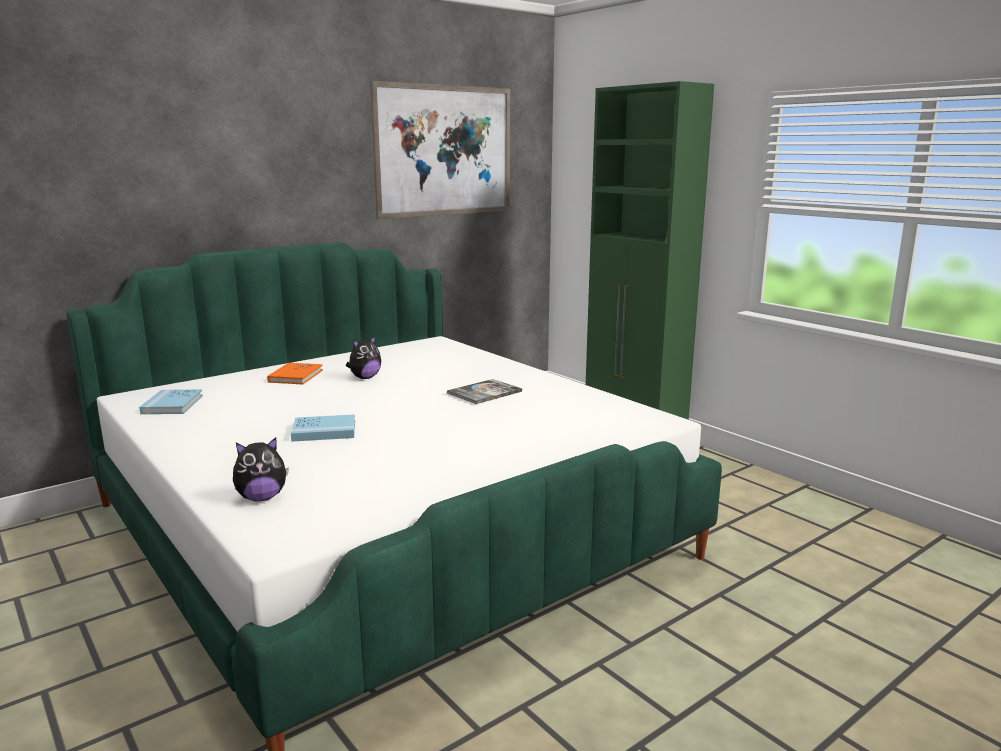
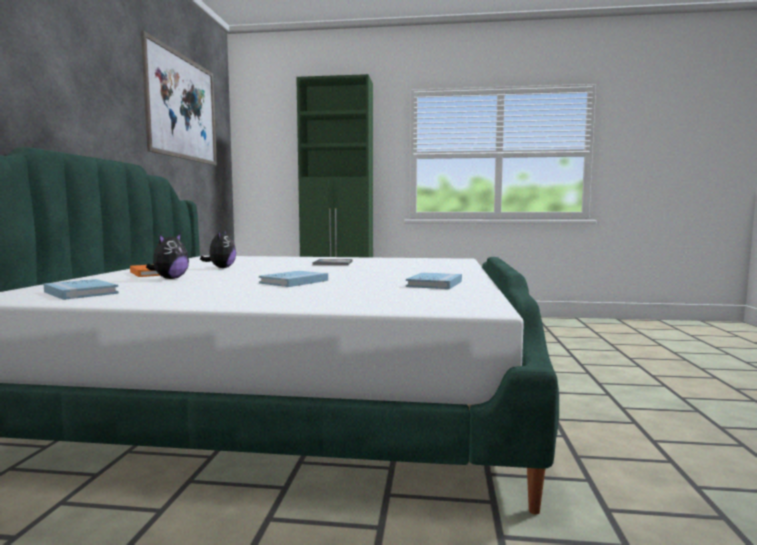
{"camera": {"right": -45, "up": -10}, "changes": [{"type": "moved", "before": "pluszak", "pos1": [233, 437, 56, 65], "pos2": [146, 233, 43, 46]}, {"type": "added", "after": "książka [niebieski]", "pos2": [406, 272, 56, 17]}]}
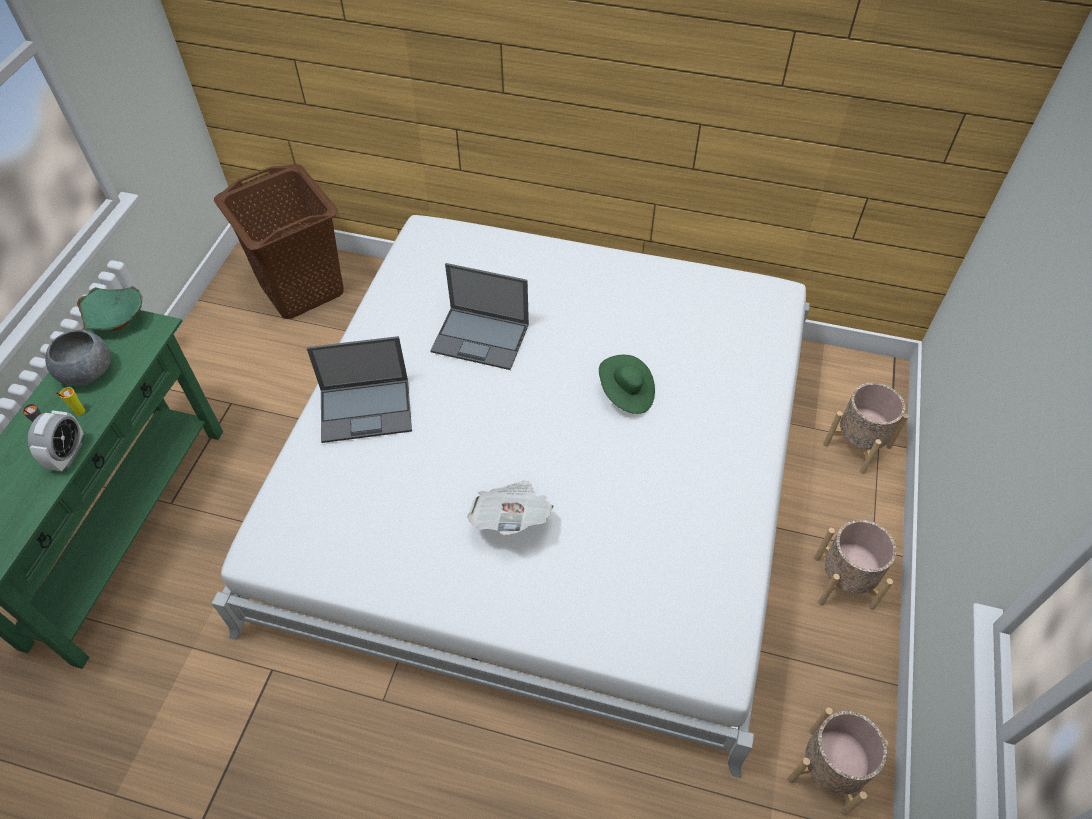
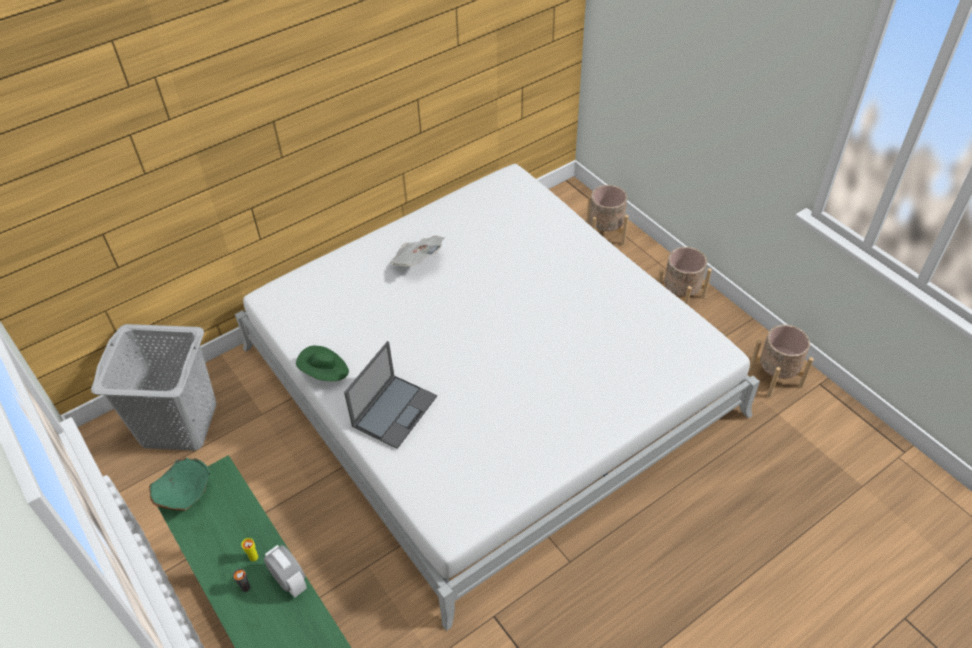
{"camera": {"right": -50, "up": -5}, "changes": [{"type": "recoloured", "before": "kosz na pranie [brązowy]", "after": "kosz na pranie [szary]", "pos1": [214, 164, 130, 155], "pos2": [91, 324, 126, 127]}, {"type": "moved", "before": "kapelusz [zielony]", "pos1": [599, 355, 56, 59], "pos2": [296, 346, 53, 35]}, {"type": "moved", "before": "gazeta", "pos1": [467, 480, 87, 55], "pos2": [389, 236, 56, 31]}, {"type": "removed", "before": "miska [szary]", "pos1": [45, 330, 66, 56]}, {"type": "removed", "before": "laptop", "pos1": [430, 263, 99, 107]}]}
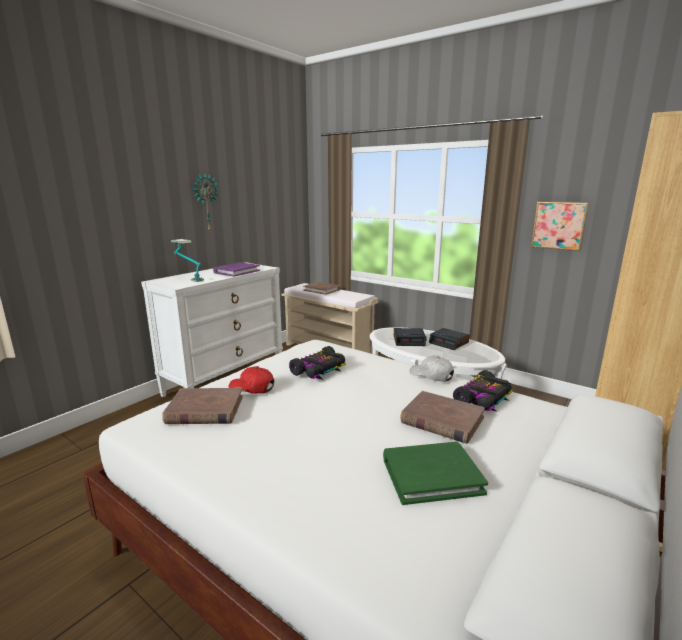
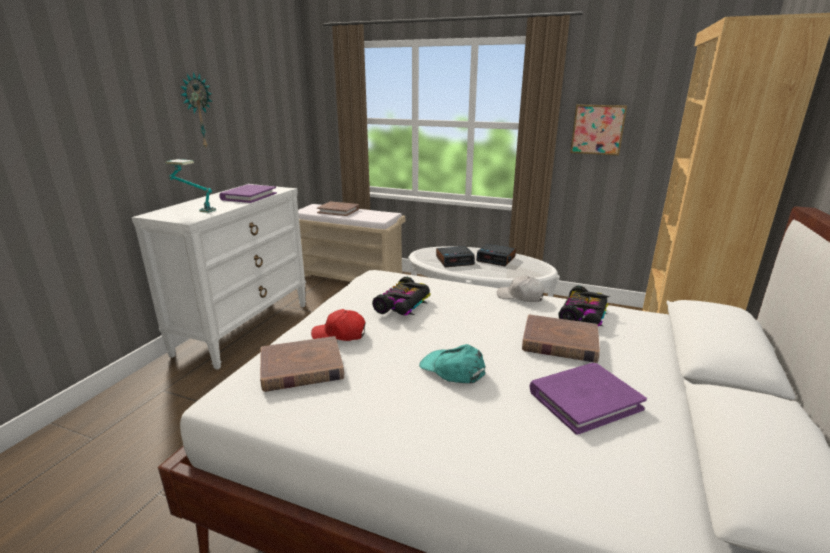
{"camera": {"right": -15, "up": 5}, "changes": [{"type": "added", "after": "czapka z daszkiem [turkusowy]", "pos2": [419, 344, 66, 39]}, {"type": "recoloured", "before": "książka [zielony]", "after": "książka [fioletowy]", "pos1": [383, 442, 105, 63], "pos2": [529, 363, 118, 72]}]}
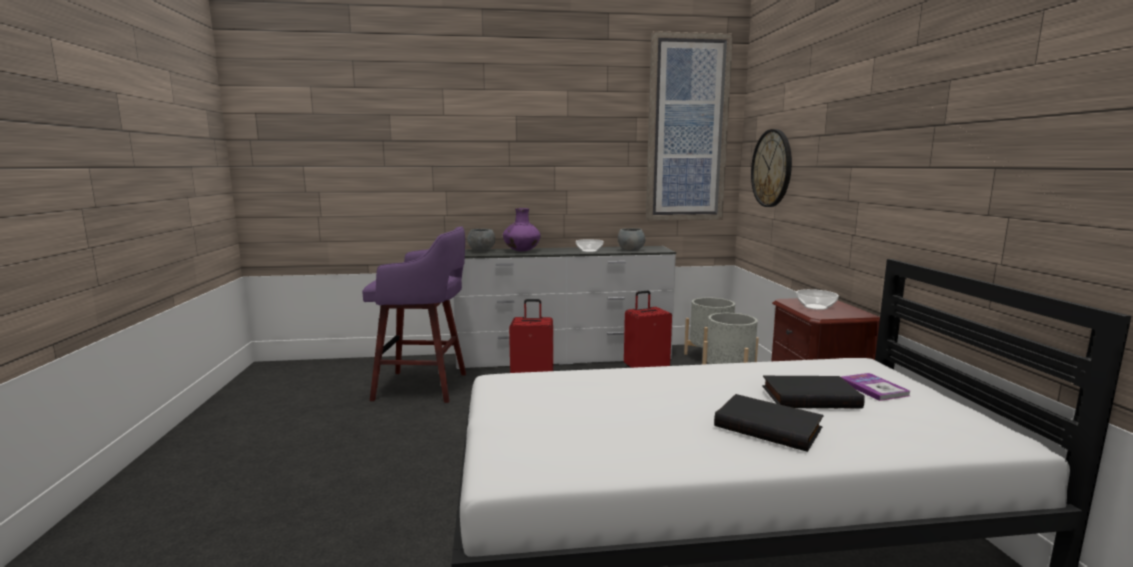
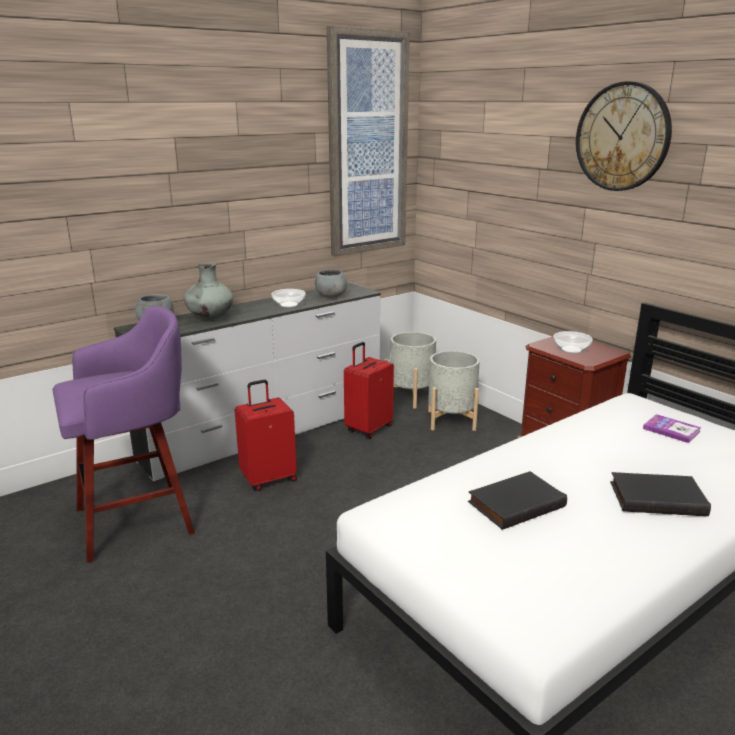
{"camera": {"right": -30, "up": 10}, "changes": [{"type": "recoloured", "before": "wazon [fioletowy]", "after": "wazon [szary]", "pos1": [503, 208, 38, 44], "pos2": [184, 262, 49, 57]}, {"type": "moved", "before": "książka [czarny]", "pos1": [762, 375, 103, 34], "pos2": [468, 471, 99, 59]}, {"type": "moved", "before": "zegar ścienny", "pos1": [751, 129, 41, 78], "pos2": [576, 81, 96, 110]}]}
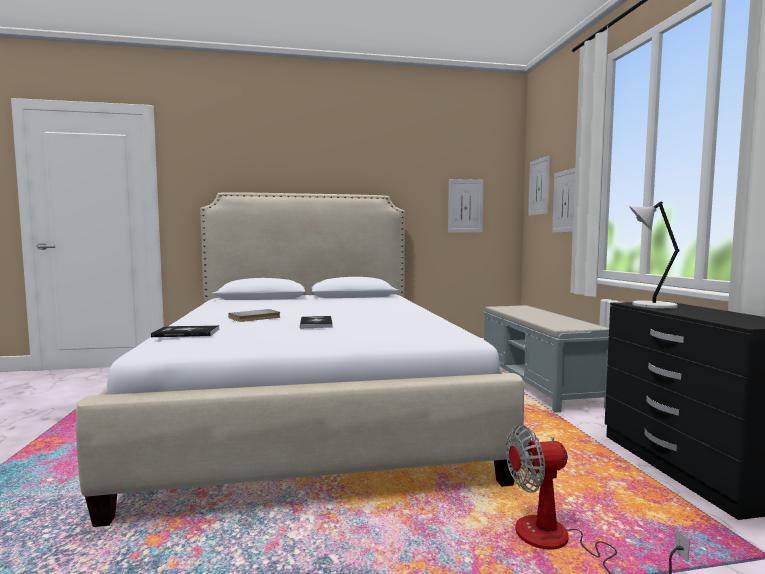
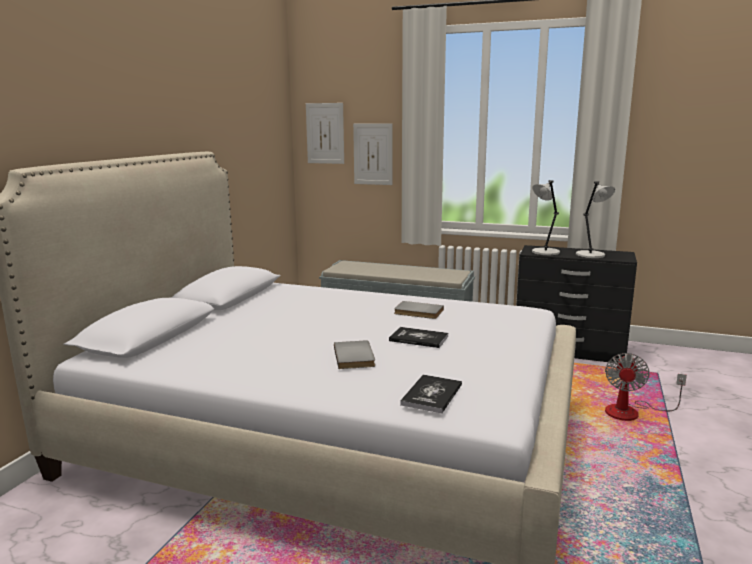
{"camera": {"right": -60, "up": 10}, "changes": [{"type": "added", "after": "książka [szary]", "pos2": [394, 301, 50, 18]}, {"type": "added", "after": "lampa stołowa [szary]", "pos2": [576, 181, 39, 77]}, {"type": "removed", "before": "obraz", "pos1": [448, 179, 36, 54]}]}
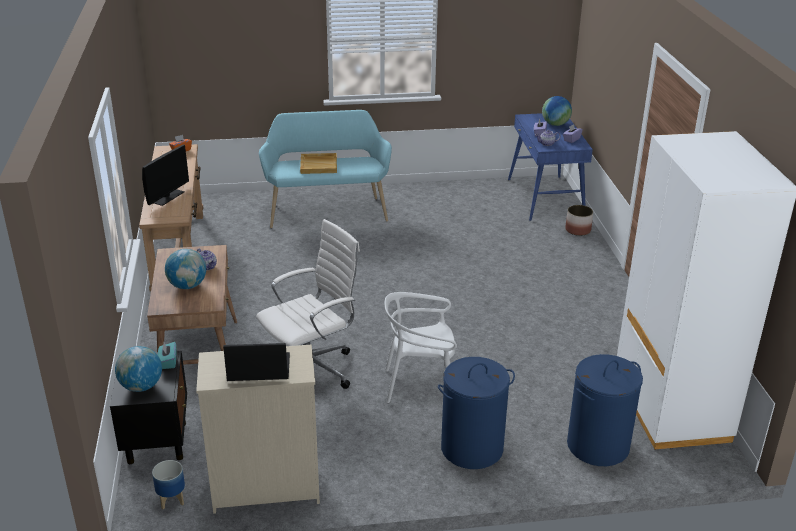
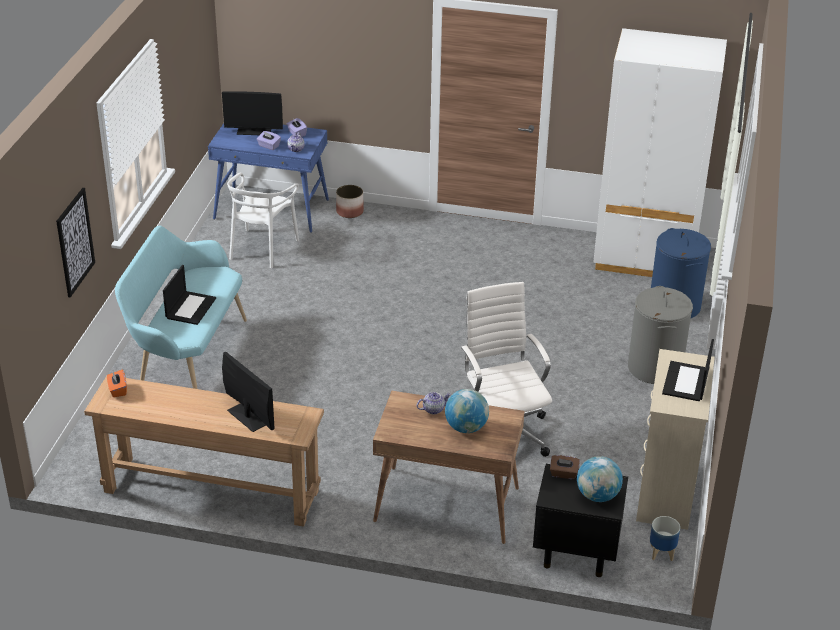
{"camera": {"right": -70, "up": 5}, "changes": [{"type": "added", "after": "obraz", "pos2": [56, 188, 39, 109]}, {"type": "replaced", "before": "taca [beżowy]", "after": "laptop", "pos1": [300, 153, 37, 21], "pos2": [163, 265, 53, 60]}, {"type": "replaced", "before": "globus", "after": "monitor", "pos1": [542, 96, 30, 30], "pos2": [222, 91, 61, 44]}, {"type": "moved", "before": "krzesło [biały]", "pos1": [385, 292, 72, 111], "pos2": [227, 173, 72, 95]}, {"type": "recoloured", "before": "pudełko chusteczek [turkusowy]", "after": "pudełko chusteczek [brązowy]", "pos1": [158, 342, 18, 27], "pos2": [550, 455, 30, 24]}, {"type": "recoloured", "before": "kosz na pranie [niebieski]", "after": "kosz na pranie [szary]", "pos1": [438, 357, 77, 112], "pos2": [628, 286, 65, 98]}]}
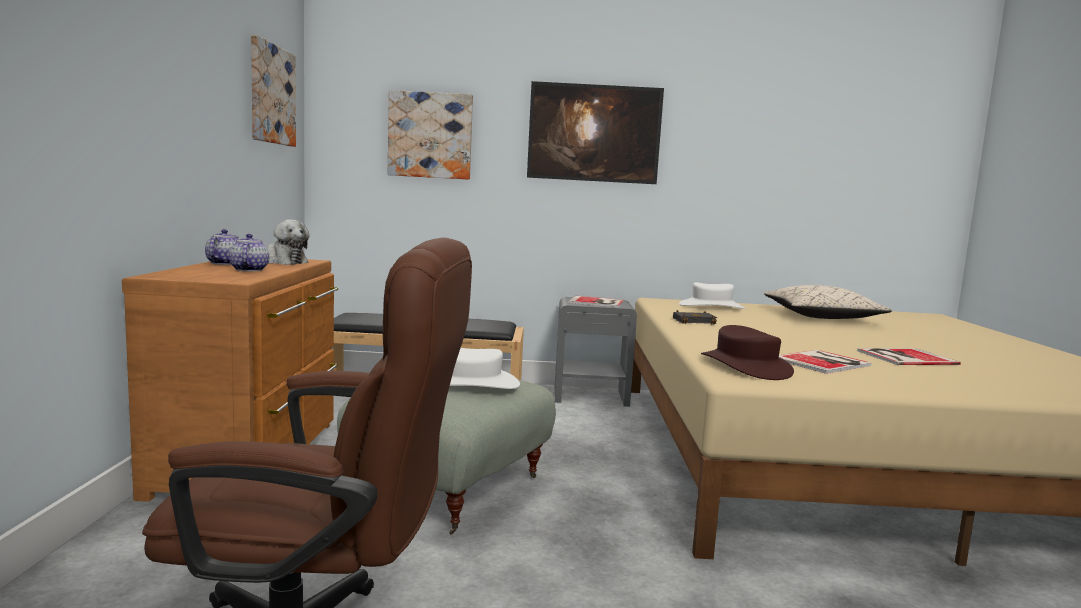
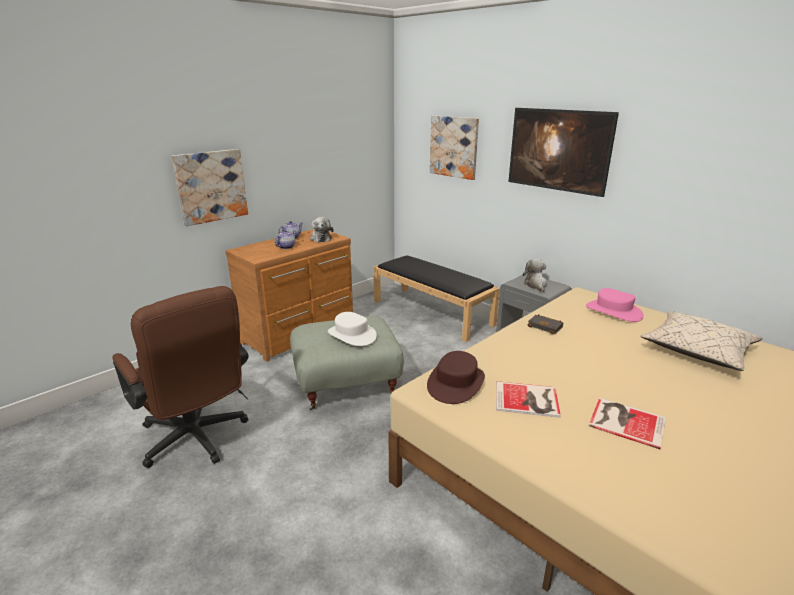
{"camera": {"right": 45, "up": 15}, "changes": [{"type": "moved", "before": "obraz", "pos1": [251, 35, 45, 112], "pos2": [172, 149, 76, 77]}, {"type": "replaced", "before": "książka", "after": "pluszak", "pos1": [569, 296, 55, 11], "pos2": [523, 259, 24, 33]}, {"type": "recoloured", "before": "kapelusz [biały]", "after": "kapelusz [różowy]", "pos1": [679, 282, 66, 27], "pos2": [586, 288, 58, 34]}]}
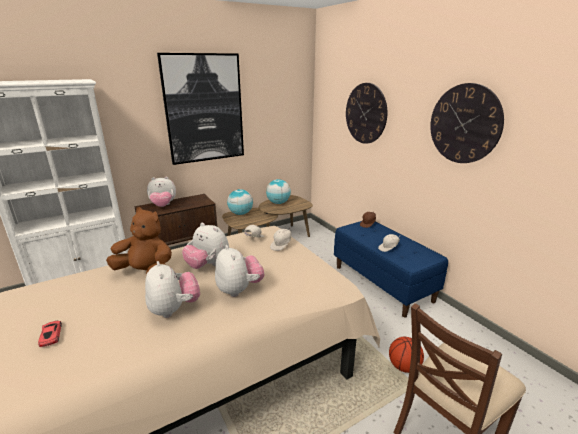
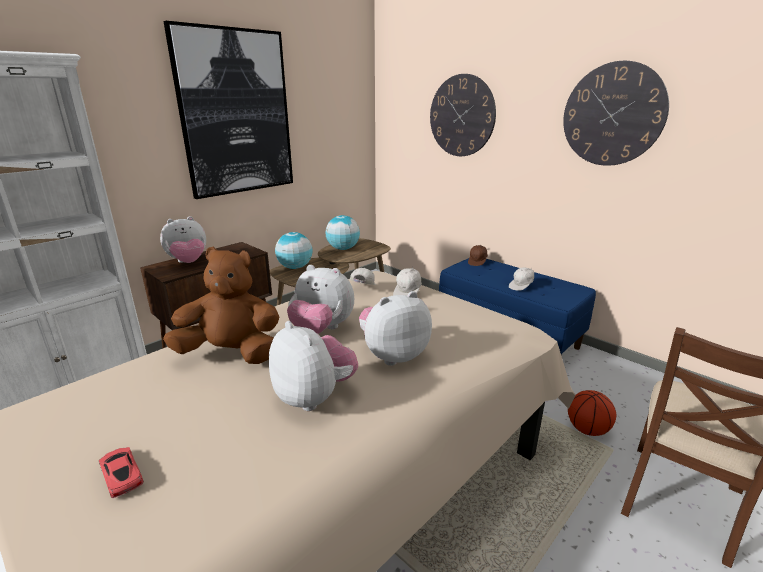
{"camera": {"right": -15, "up": 0}, "changes": [{"type": "turned", "before": "pluszak", "pos1": [215, 245, 50, 52], "pos2": [359, 291, 73, 75], "turn": -75}]}
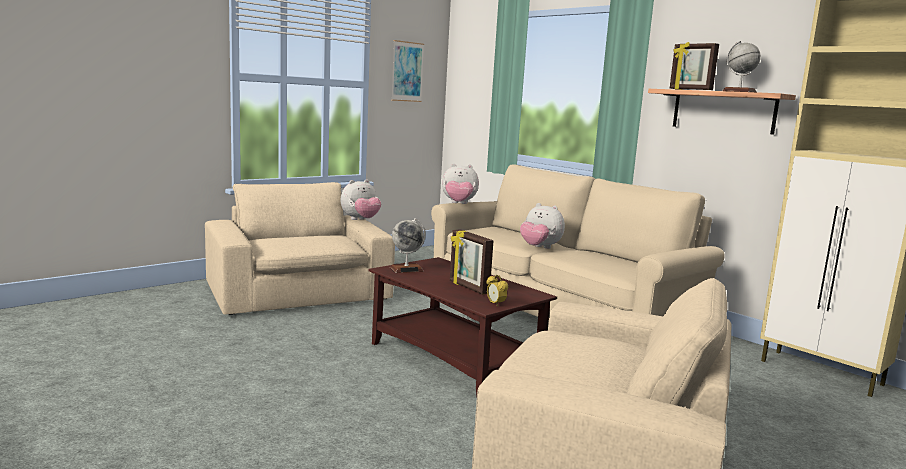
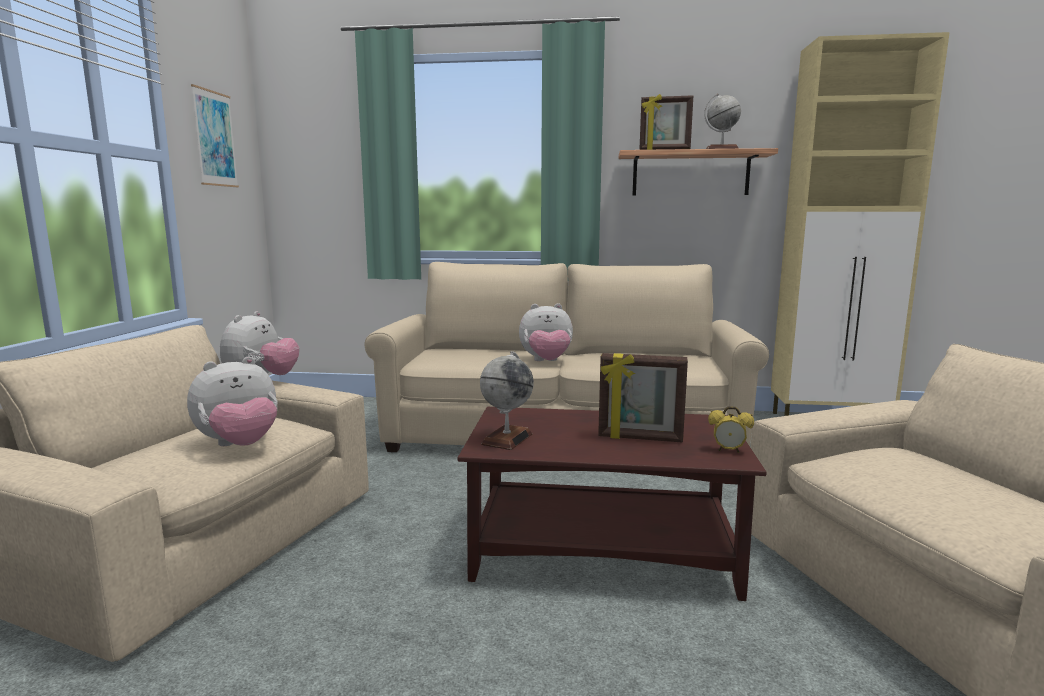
{"camera": {"right": -40, "up": 0}, "changes": [{"type": "moved", "before": "pluszak", "pos1": [442, 164, 37, 40], "pos2": [187, 357, 91, 89]}]}
